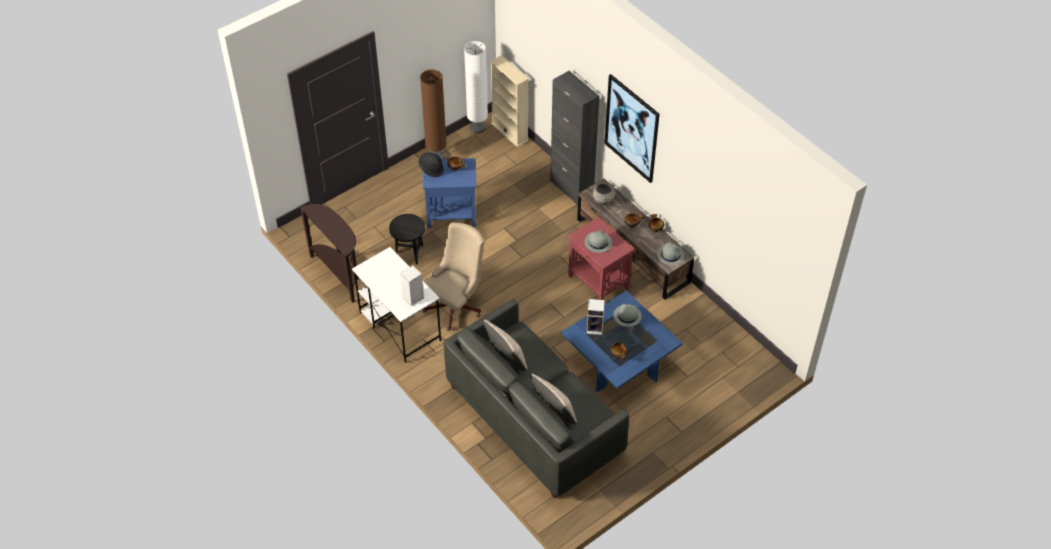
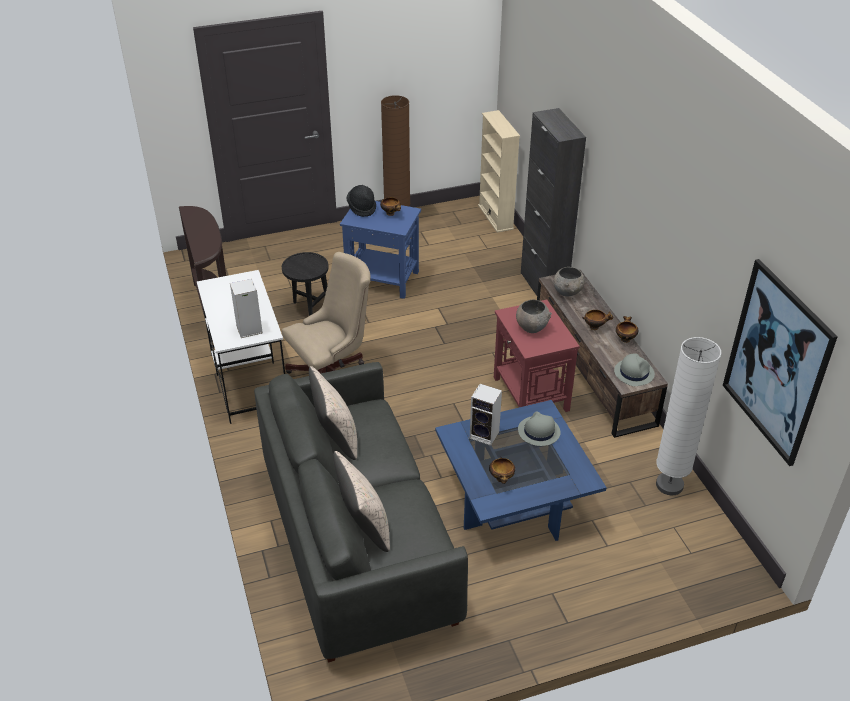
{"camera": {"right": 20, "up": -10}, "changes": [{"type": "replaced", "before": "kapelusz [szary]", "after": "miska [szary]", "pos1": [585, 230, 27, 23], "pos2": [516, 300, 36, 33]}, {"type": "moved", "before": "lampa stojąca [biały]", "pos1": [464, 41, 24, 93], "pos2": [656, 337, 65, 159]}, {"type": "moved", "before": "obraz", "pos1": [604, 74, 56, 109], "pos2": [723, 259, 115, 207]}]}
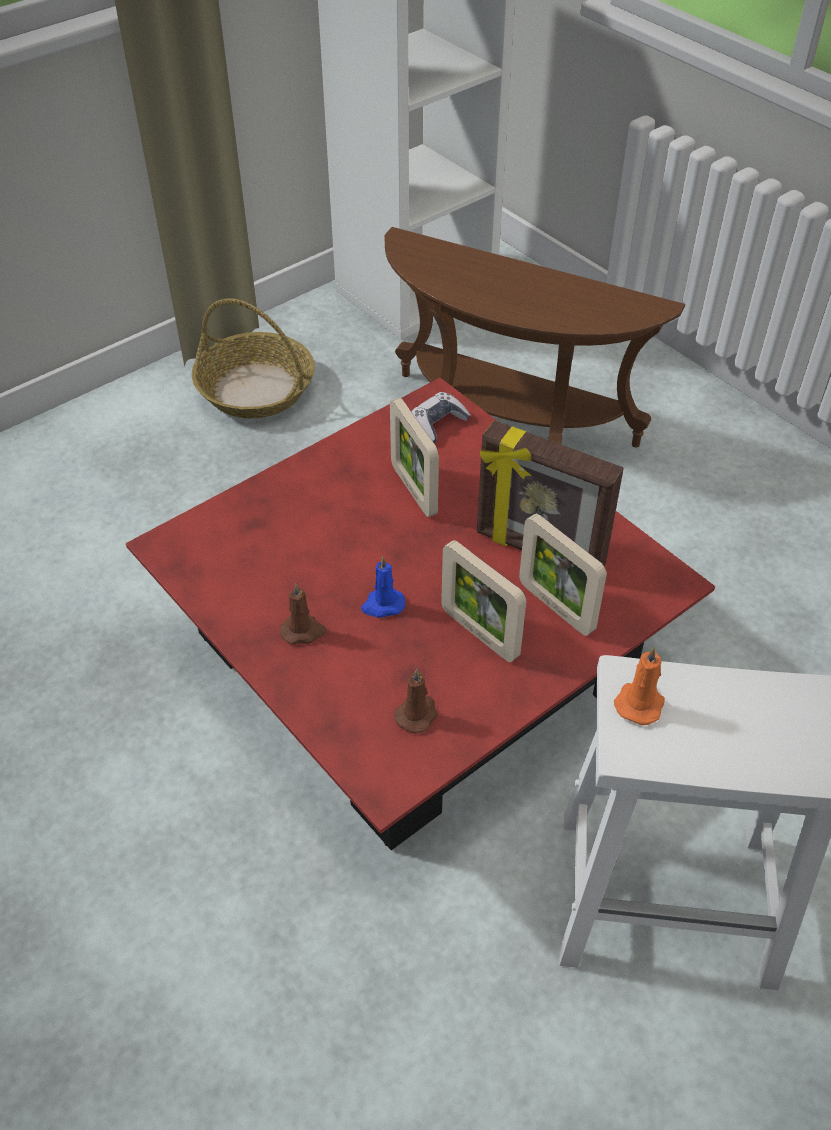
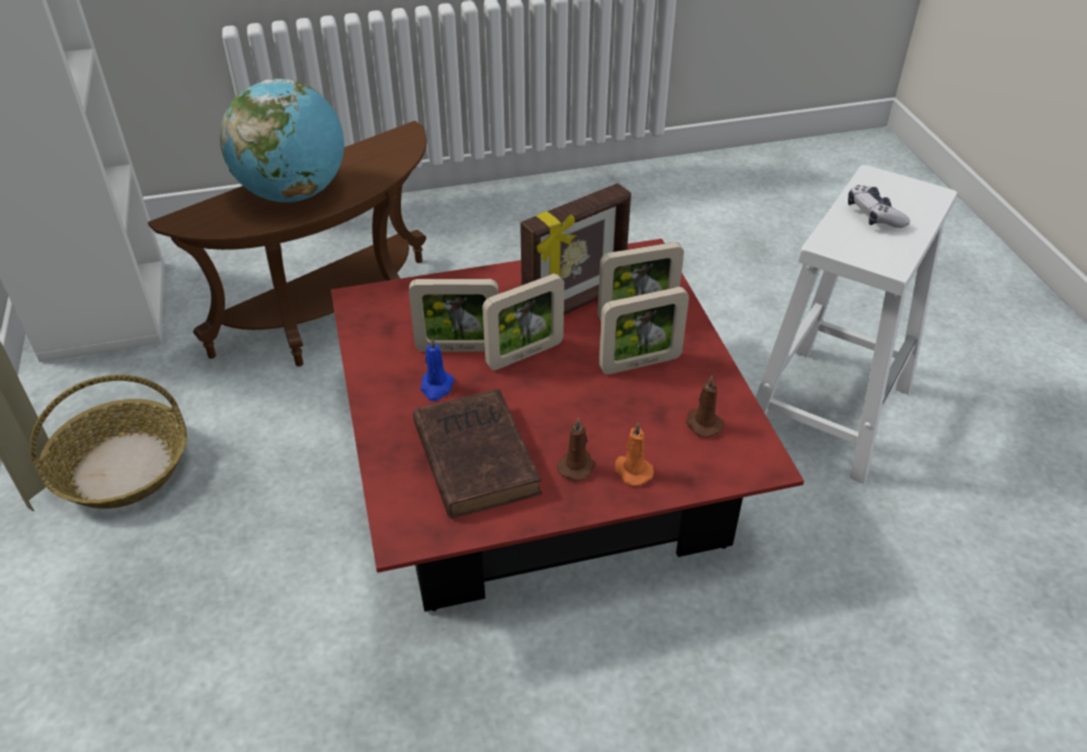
{"camera": {"right": -65, "up": -5}, "changes": [{"type": "added", "after": "globus", "pos2": [220, 79, 124, 123]}, {"type": "added", "after": "książka [brązowy]", "pos2": [413, 389, 129, 130]}, {"type": "moved", "before": "świeca [niebieski]", "pos1": [361, 556, 44, 62], "pos2": [421, 337, 34, 64]}, {"type": "added", "after": "ramka na zdjęcie", "pos2": [482, 273, 82, 97]}, {"type": "moved", "before": "świeca [pomarańczowy]", "pos1": [614, 646, 51, 79], "pos2": [615, 423, 39, 63]}, {"type": "moved", "before": "pad do gier", "pos1": [411, 392, 60, 51], "pos2": [848, 185, 62, 43]}]}
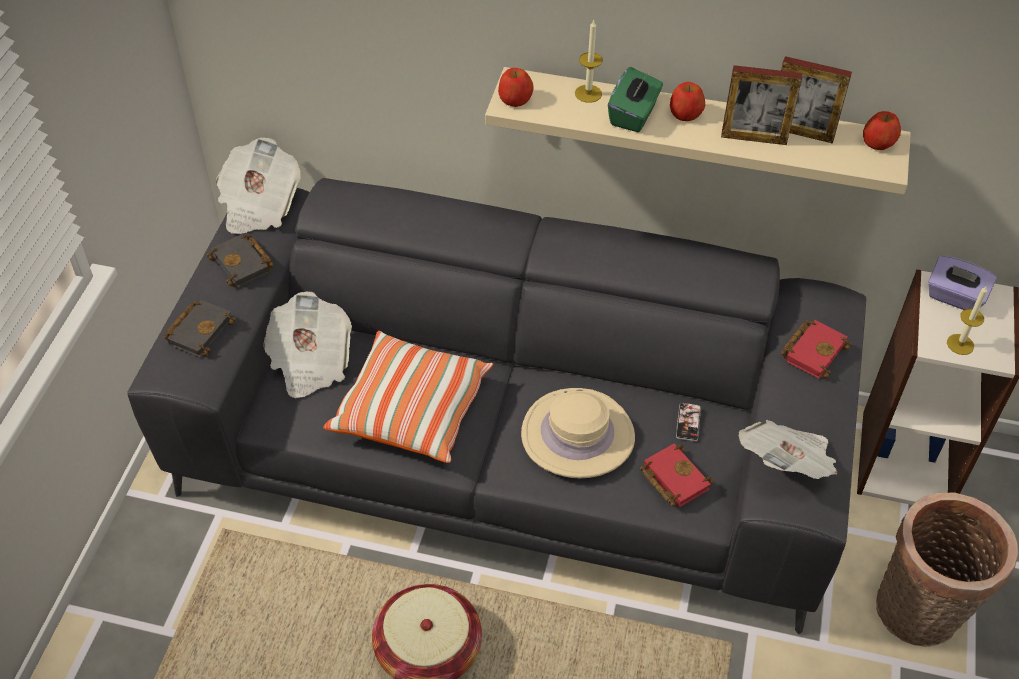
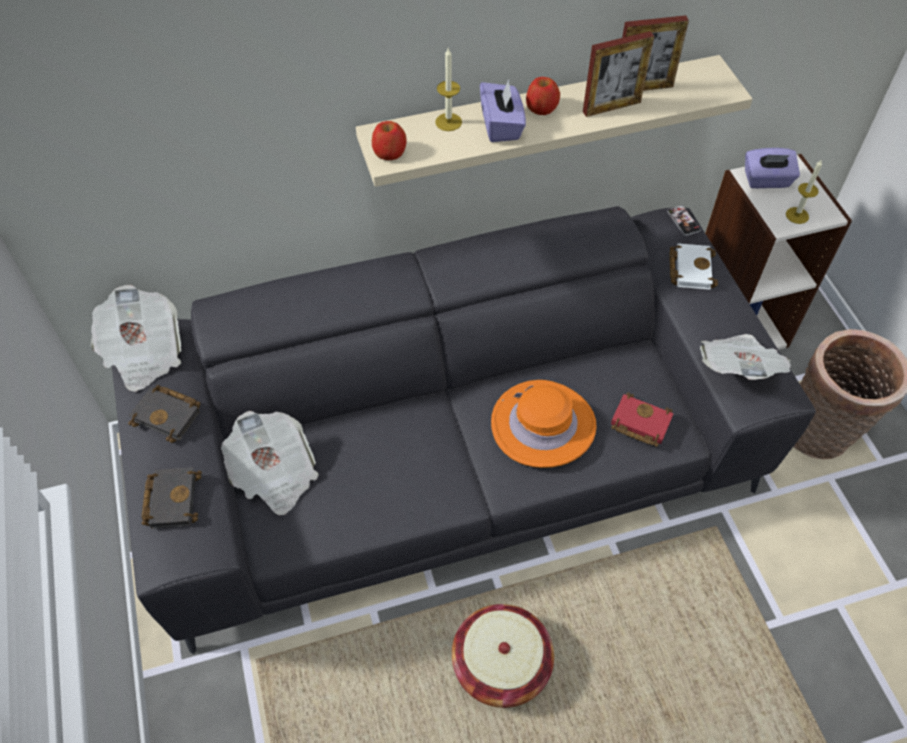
{"camera": {"right": -30, "up": 5}, "changes": [{"type": "recoloured", "before": "pudełko chusteczek [zielony]", "after": "pudełko chusteczek [fioletowy]", "pos1": [608, 67, 55, 65], "pos2": [480, 80, 46, 62]}, {"type": "recoloured", "before": "kapelusz [beżowy]", "after": "kapelusz [pomarańczowy]", "pos1": [521, 388, 114, 90], "pos2": [491, 380, 106, 88]}, {"type": "moved", "before": "telefon", "pos1": [676, 403, 25, 38], "pos2": [667, 205, 34, 31]}, {"type": "recoloured", "before": "książka [czerwony]", "after": "książka [biały]", "pos1": [781, 320, 71, 59], "pos2": [669, 243, 49, 47]}, {"type": "removed", "before": "poduszka", "pos1": [323, 331, 170, 132]}, {"type": "removed", "before": "jabłko", "pos1": [863, 111, 38, 39]}]}
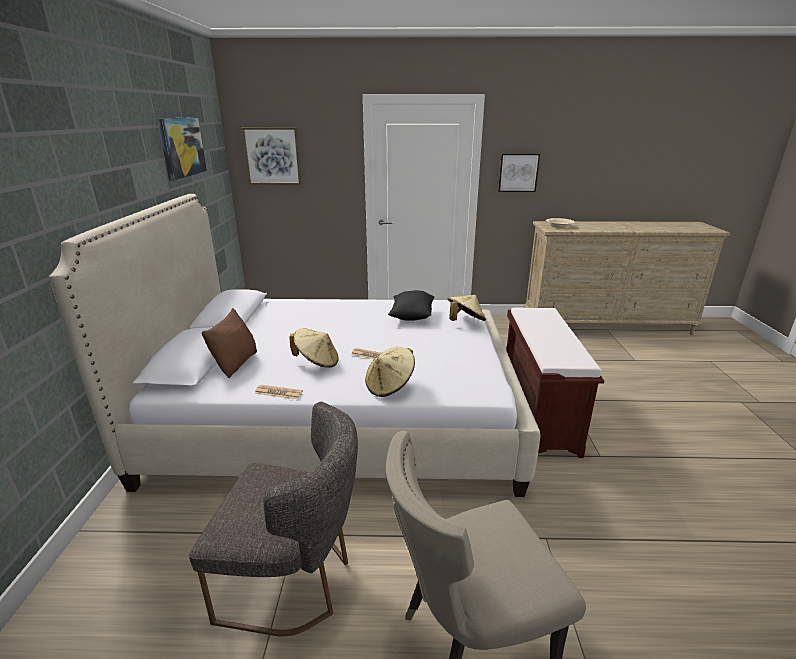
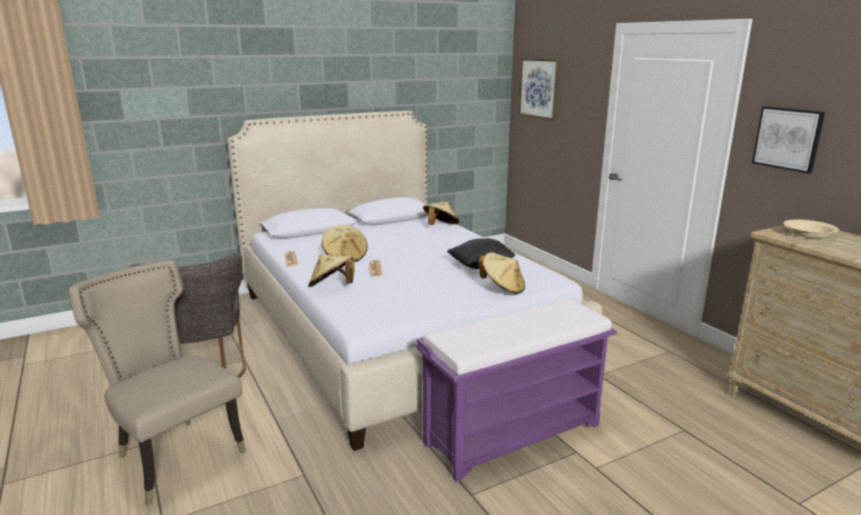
{"camera": {"right": 60, "up": -5}, "changes": [{"type": "recoloured", "before": "ławka [brązowy]", "after": "ławka [fioletowy]", "pos1": [506, 308, 98, 150], "pos2": [416, 298, 201, 184]}, {"type": "added", "after": "kapelusz [beżowy]", "pos2": [423, 201, 36, 24]}, {"type": "removed", "before": "obraz", "pos1": [157, 117, 50, 64]}, {"type": "removed", "before": "poduszka [brązowy]", "pos1": [202, 308, 55, 70]}]}
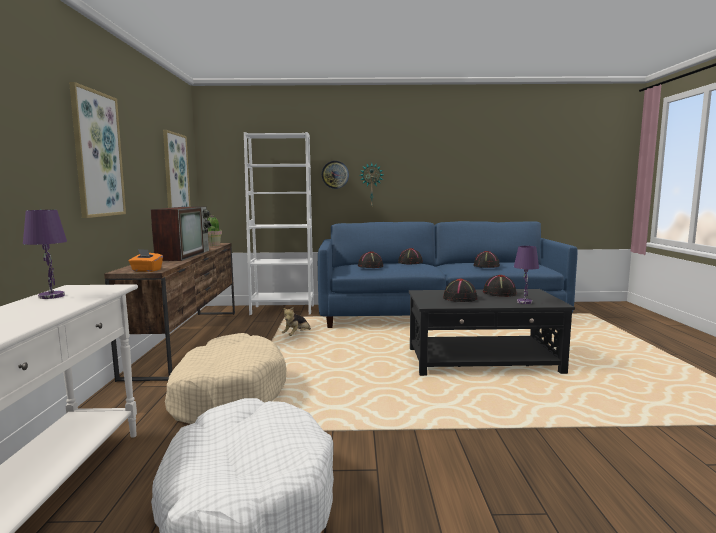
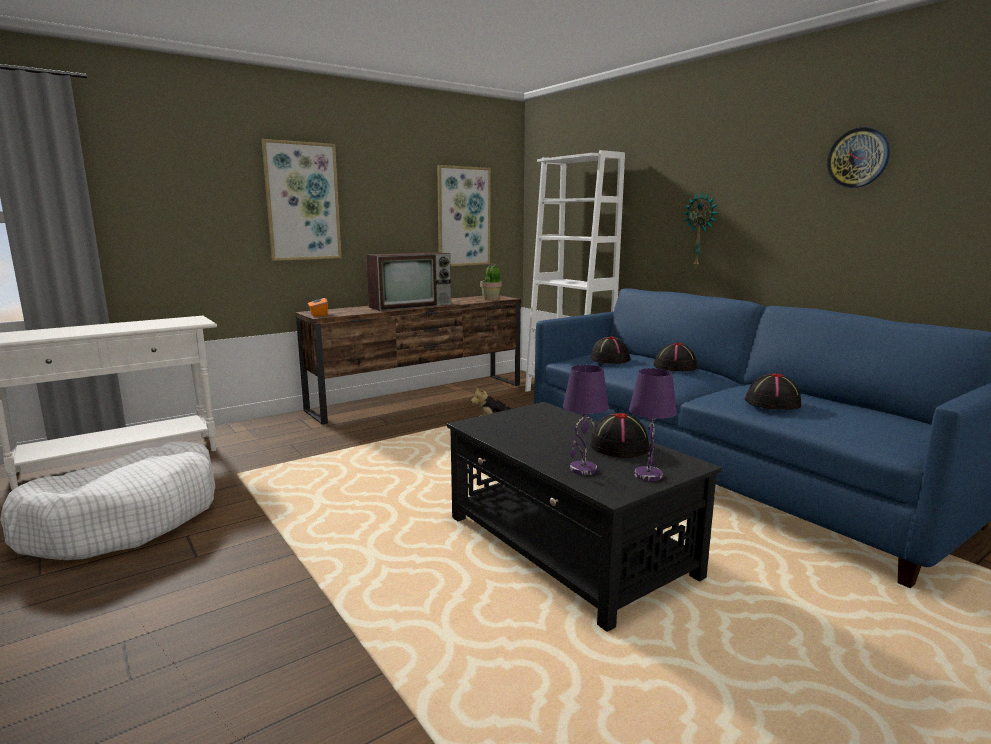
{"camera": {"right": 55, "up": 5}, "changes": [{"type": "moved", "before": "lampa stołowa [fioletowy]", "pos1": [23, 210, 44, 89], "pos2": [629, 368, 48, 113]}, {"type": "moved", "before": "zegar ścienny", "pos1": [322, 161, 27, 28], "pos2": [827, 127, 63, 61]}, {"type": "removed", "before": "legowisko [beżowy]", "pos1": [165, 333, 121, 91]}, {"type": "removed", "before": "kapelusz [czarny]", "pos1": [443, 279, 35, 23]}]}
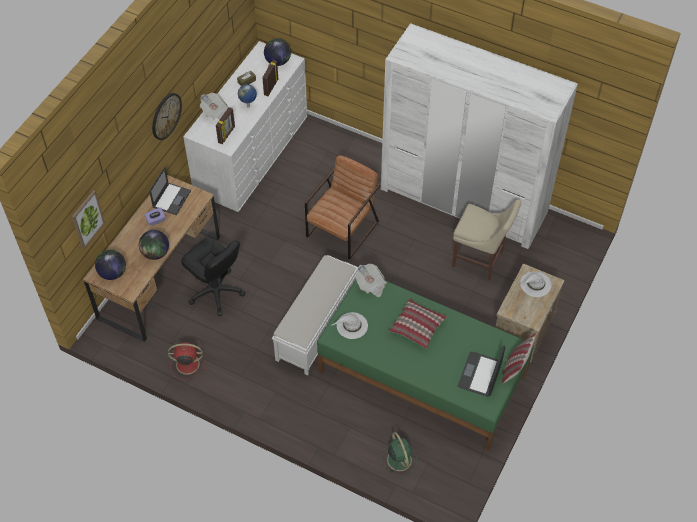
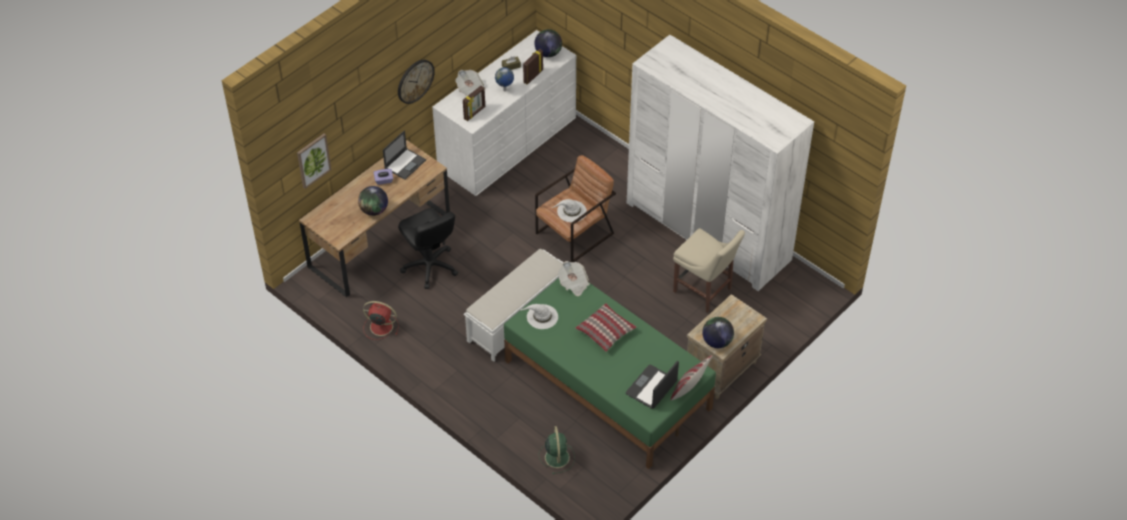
{"camera": {"right": 15, "up": -5}, "changes": [{"type": "moved", "before": "kapelusz [biały]", "pos1": [520, 271, 31, 26], "pos2": [552, 199, 35, 23]}, {"type": "moved", "before": "globus", "pos1": [95, 250, 31, 30], "pos2": [702, 317, 32, 31]}]}
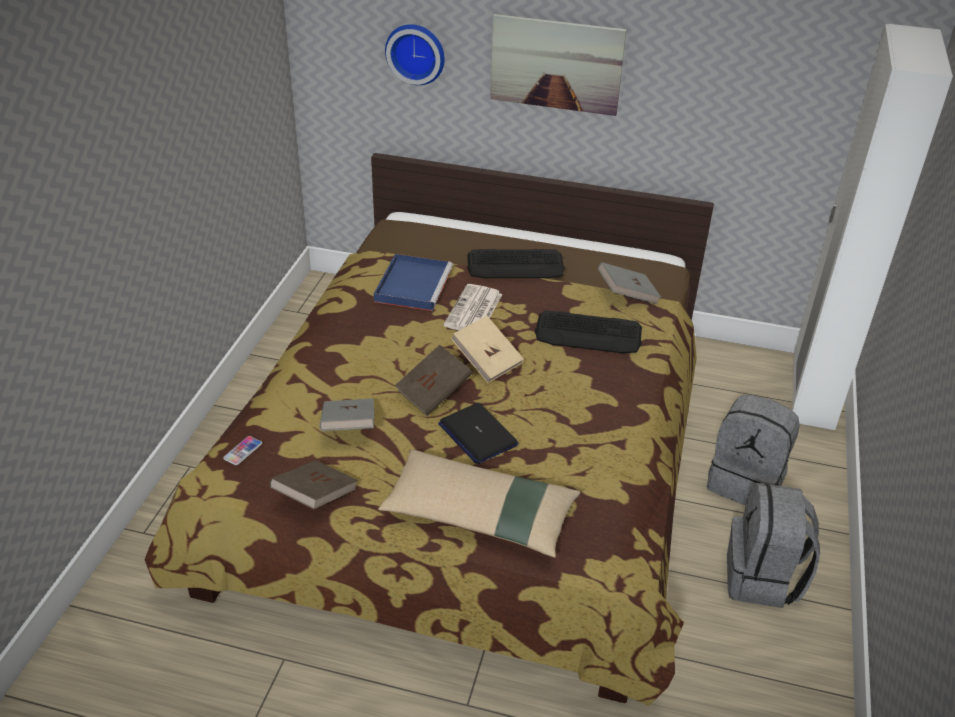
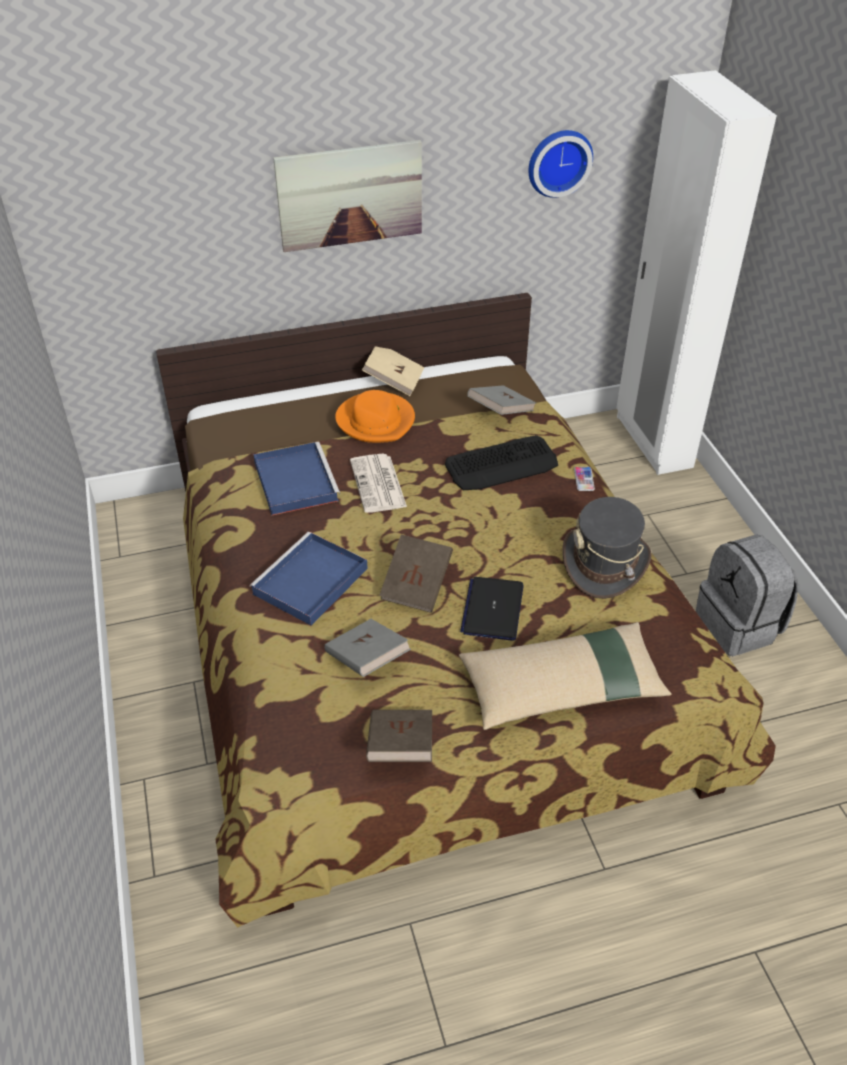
{"camera": {"right": -30, "up": 5}, "changes": [{"type": "added", "after": "taca [niebieski]", "pos2": [250, 532, 118, 93]}, {"type": "replaced", "before": "klawiatura", "after": "kapelusz [pomarańczowy]", "pos1": [467, 249, 98, 30], "pos2": [335, 390, 80, 53]}, {"type": "moved", "before": "książka [beżowy]", "pos1": [451, 316, 73, 67], "pos2": [362, 347, 63, 49]}, {"type": "turned", "before": "laptop", "pos1": [438, 403, 81, 61], "pos2": [460, 577, 63, 64], "turn": 75}, {"type": "moved", "before": "zegar ścienny", "pos1": [385, 24, 60, 61], "pos2": [529, 130, 64, 68]}, {"type": "added", "after": "kapelusz [szary]", "pos2": [562, 497, 90, 102]}, {"type": "moved", "before": "telefon", "pos1": [223, 436, 39, 29], "pos2": [574, 467, 21, 24]}, {"type": "removed", "before": "plecak [szary]", "pos1": [707, 395, 93, 110]}]}
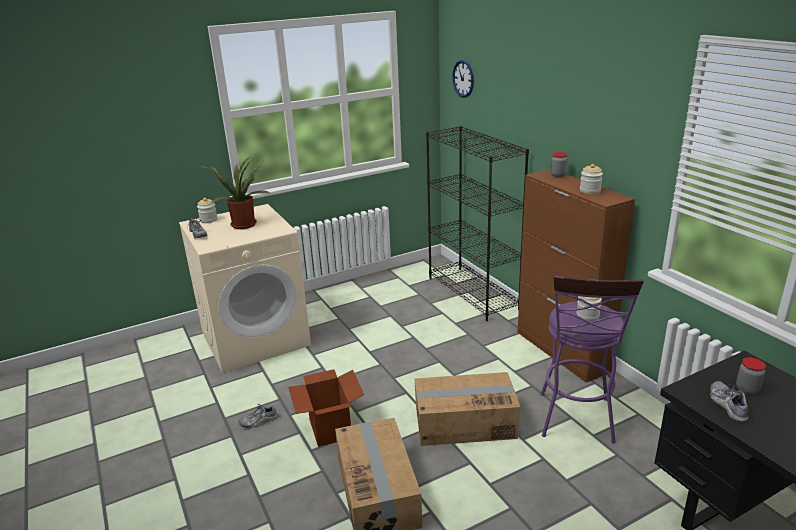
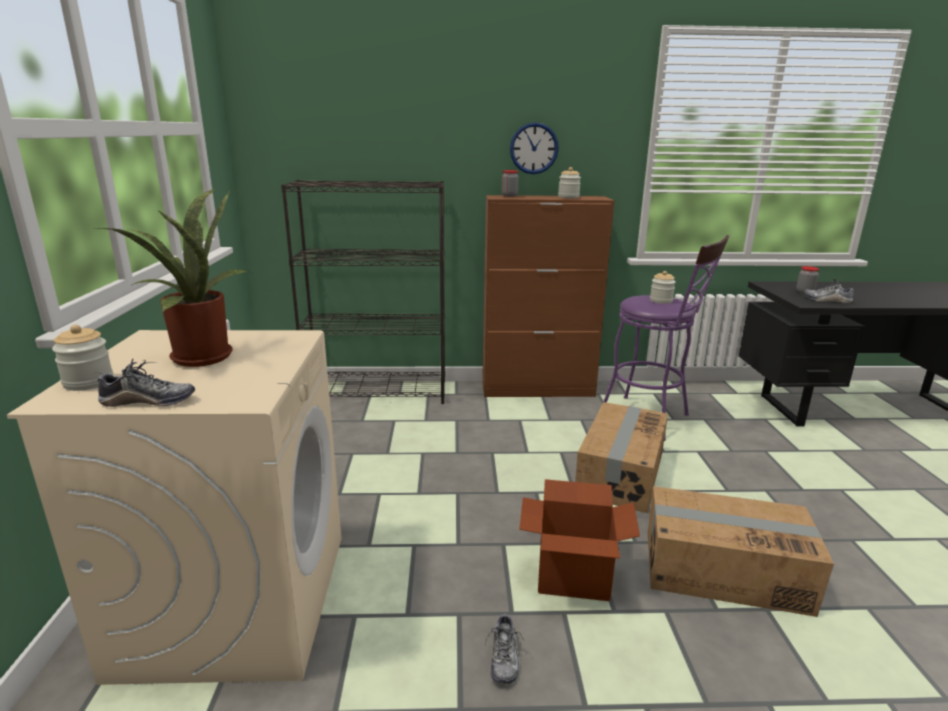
{"camera": {"right": -65, "up": -5}, "changes": [{"type": "moved", "before": "zegar ścienny", "pos1": [452, 60, 22, 38], "pos2": [510, 122, 49, 52]}]}
